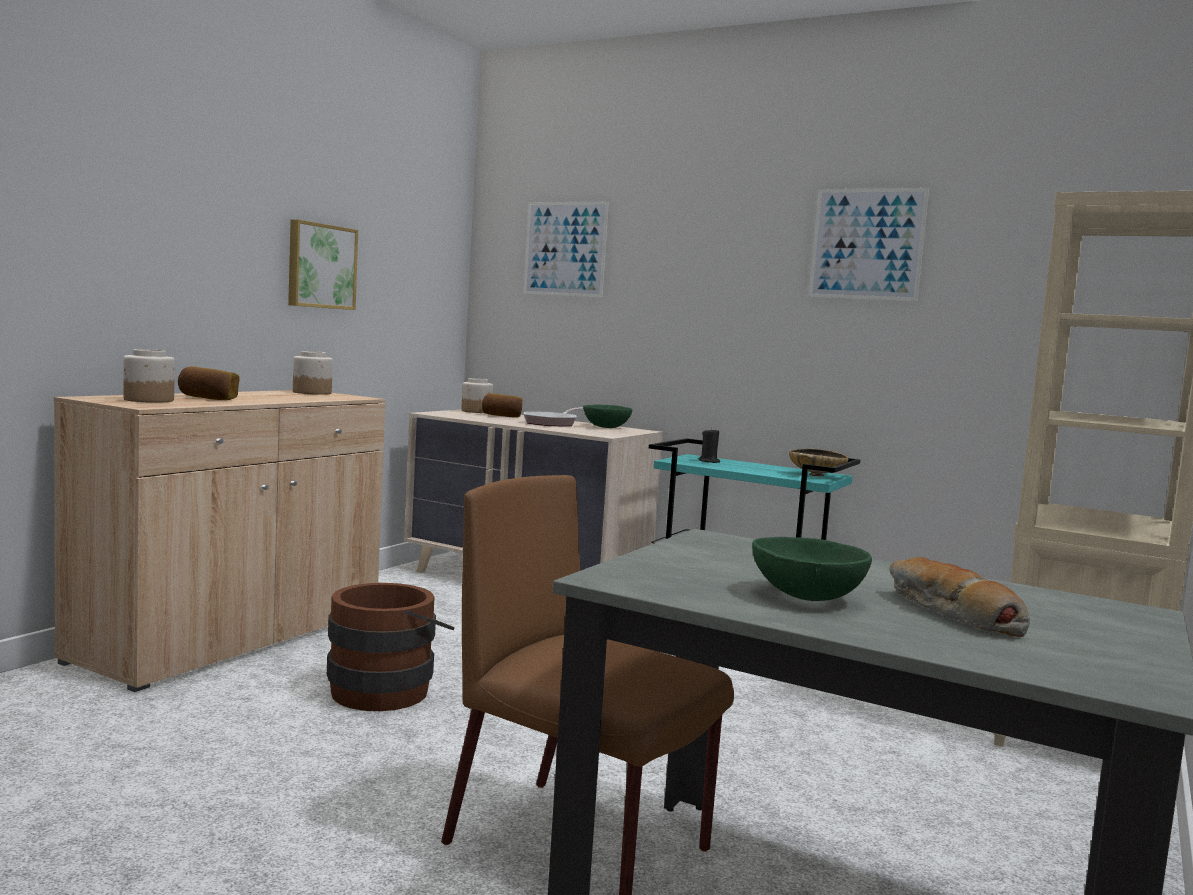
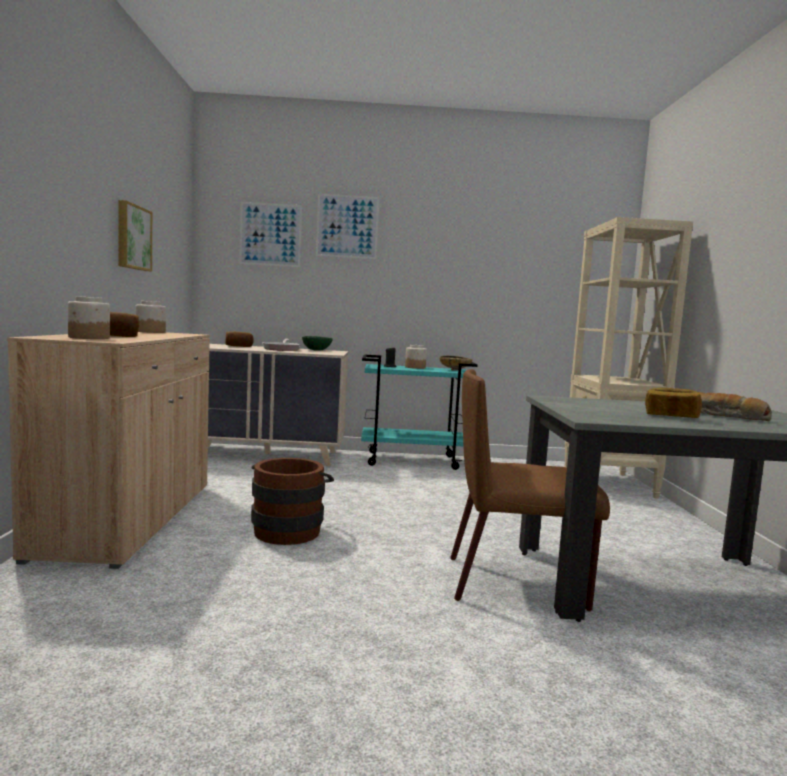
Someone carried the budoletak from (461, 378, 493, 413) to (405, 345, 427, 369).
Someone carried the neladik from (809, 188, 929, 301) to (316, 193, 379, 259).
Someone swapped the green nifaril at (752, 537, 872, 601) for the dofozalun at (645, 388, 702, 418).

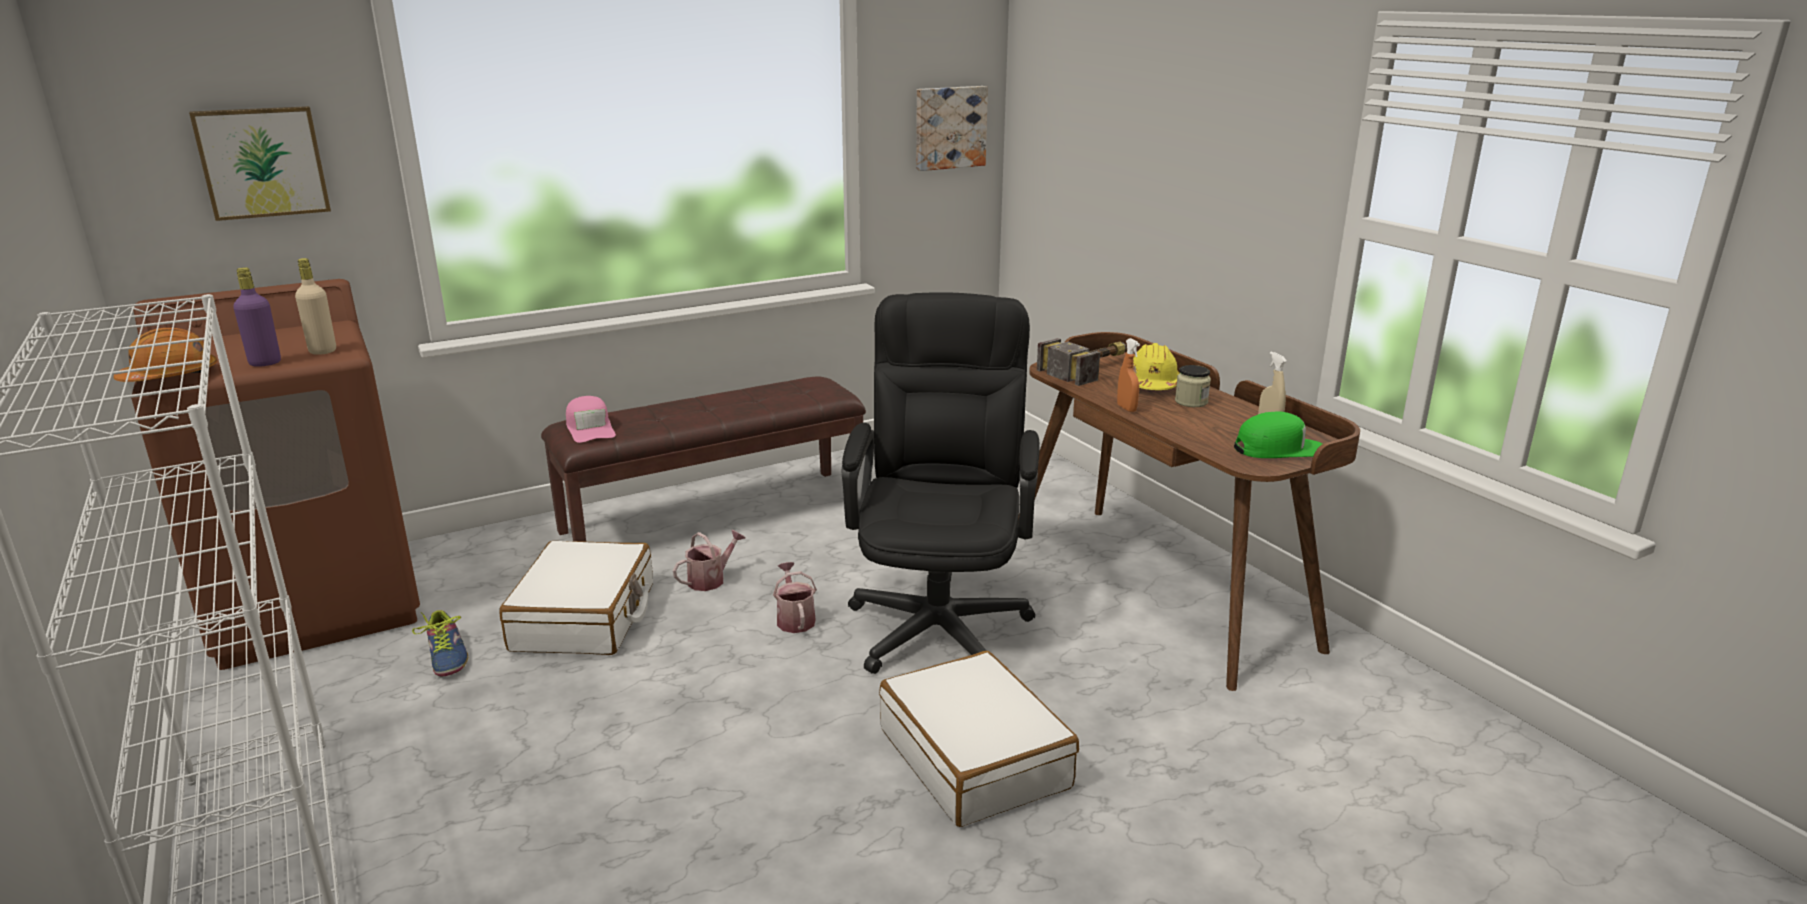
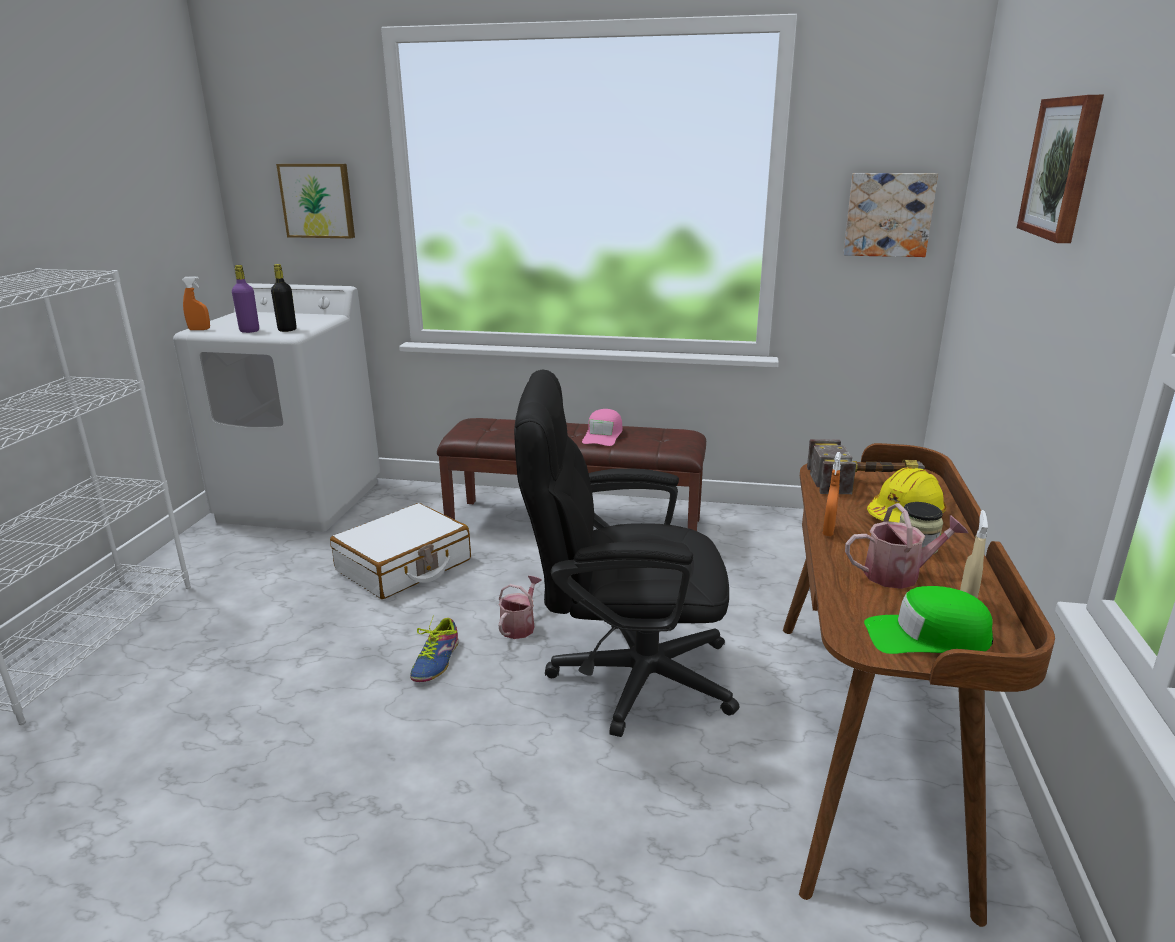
Someone took away the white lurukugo at (879, 651, 1079, 827).
Someone put up the neladik at (1017, 95, 1104, 243).
Someone carried the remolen from (412, 610, 468, 676) to (410, 615, 459, 682).
Someone carried the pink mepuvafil from (566, 396, 616, 443) to (582, 409, 622, 446).
Someone carried the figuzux from (673, 530, 746, 591) to (845, 503, 968, 589).
Someone swapped the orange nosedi at (113, 328, 217, 382) for the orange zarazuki at (182, 276, 210, 330).
Someone repainted the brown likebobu at (131, 279, 420, 670), which became the white likebobu at (173, 283, 380, 532).
Someone repainted the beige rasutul at (295, 258, 336, 355), which became the black rasutul at (271, 264, 297, 332).
Someone rotated the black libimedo at (842, 292, 1040, 674) by 135 degrees counterclockwise.
Someone rotated the green mepuvafil at (1234, 411, 1322, 458) by 150 degrees clockwise.

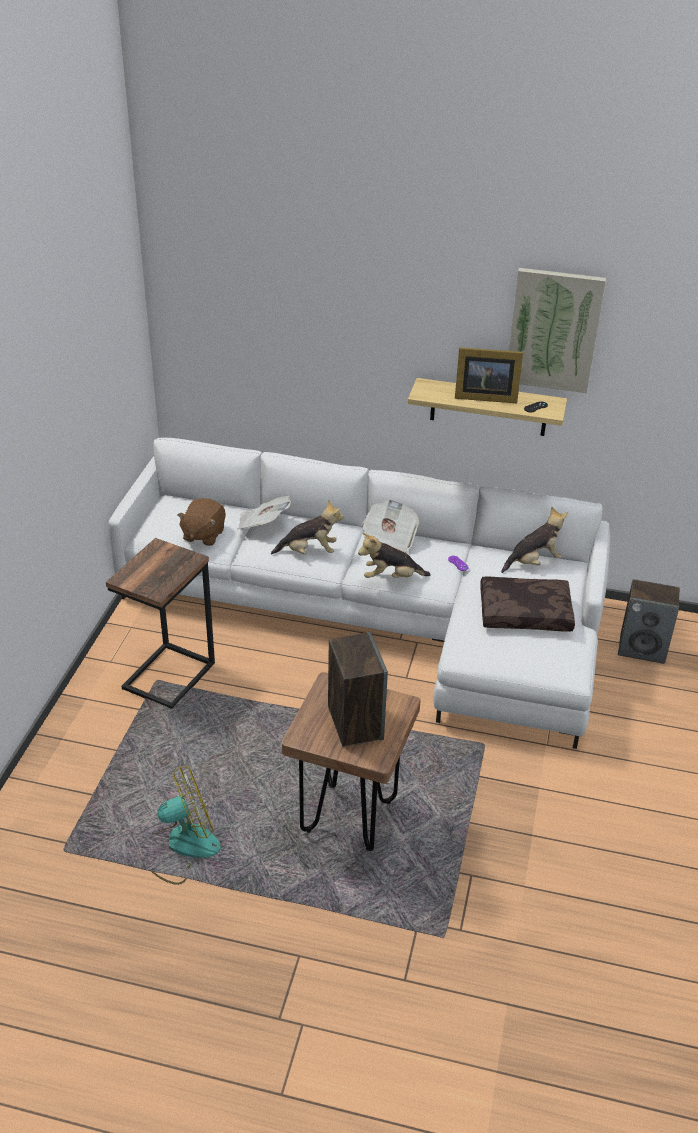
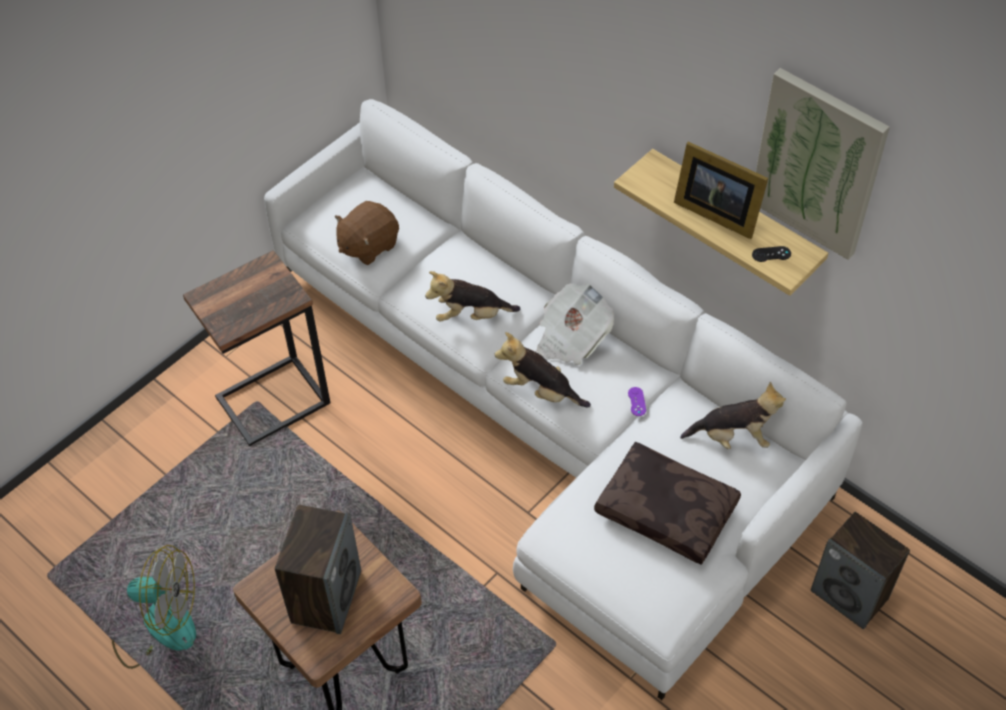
Someone took away the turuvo at (237, 496, 291, 530).
Someone rotated the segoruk at (271, 500, 344, 554) by 150 degrees clockwise.

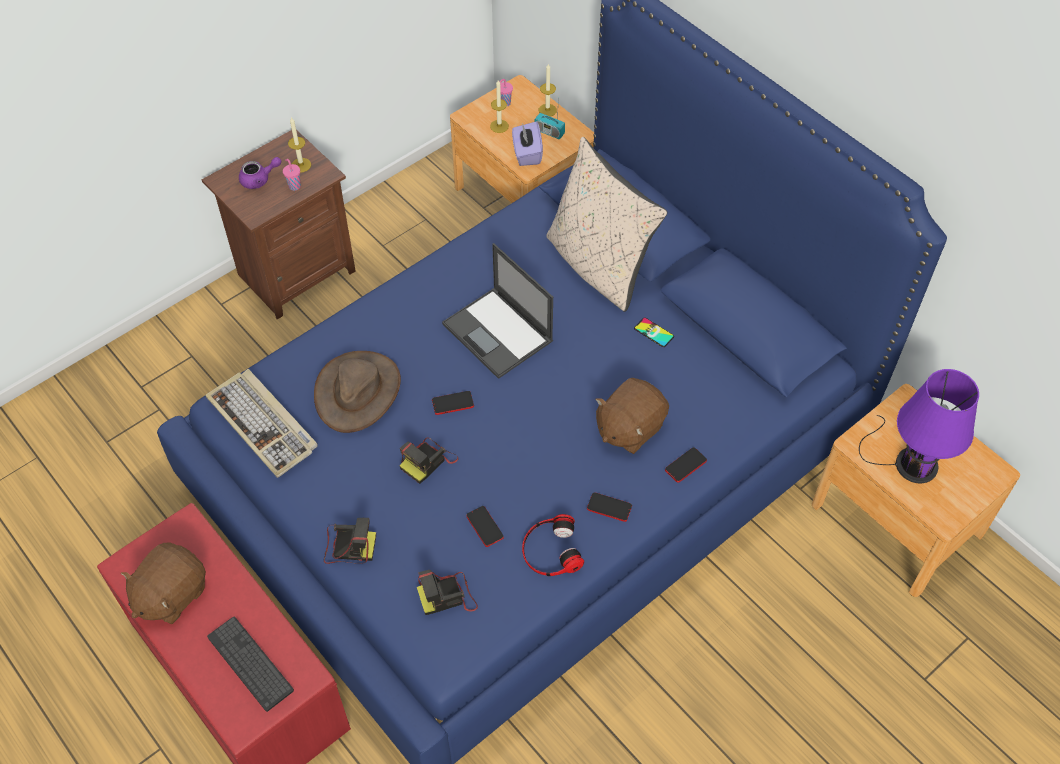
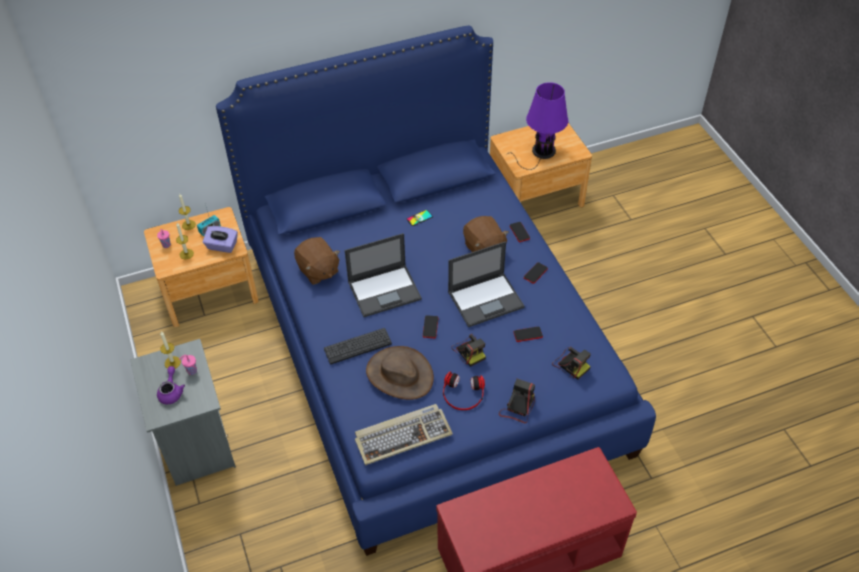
Someone took away the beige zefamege at (546, 137, 667, 312).
Someone put down the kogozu at (448, 241, 525, 327).
Someone carried the brown segoruk from (121, 542, 206, 624) to (294, 237, 340, 285).
Someone carried the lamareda from (207, 617, 294, 712) to (324, 328, 392, 364).
Someone carried the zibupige from (522, 514, 584, 576) to (443, 372, 485, 410).
Someone repainted the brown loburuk at (202, 130, 355, 319), which became the grey loburuk at (130, 339, 236, 486).
Someone rotated the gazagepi at (417, 570, 478, 615) by 45 degrees counterclockwise.

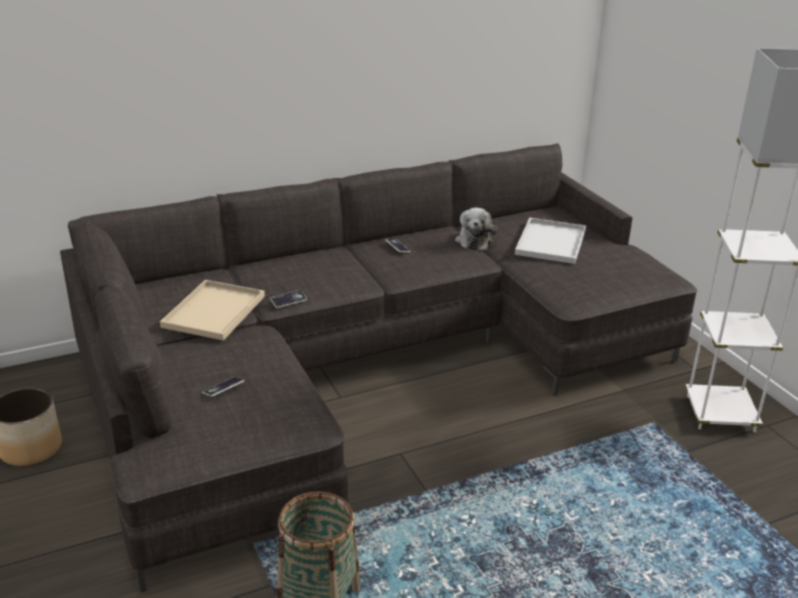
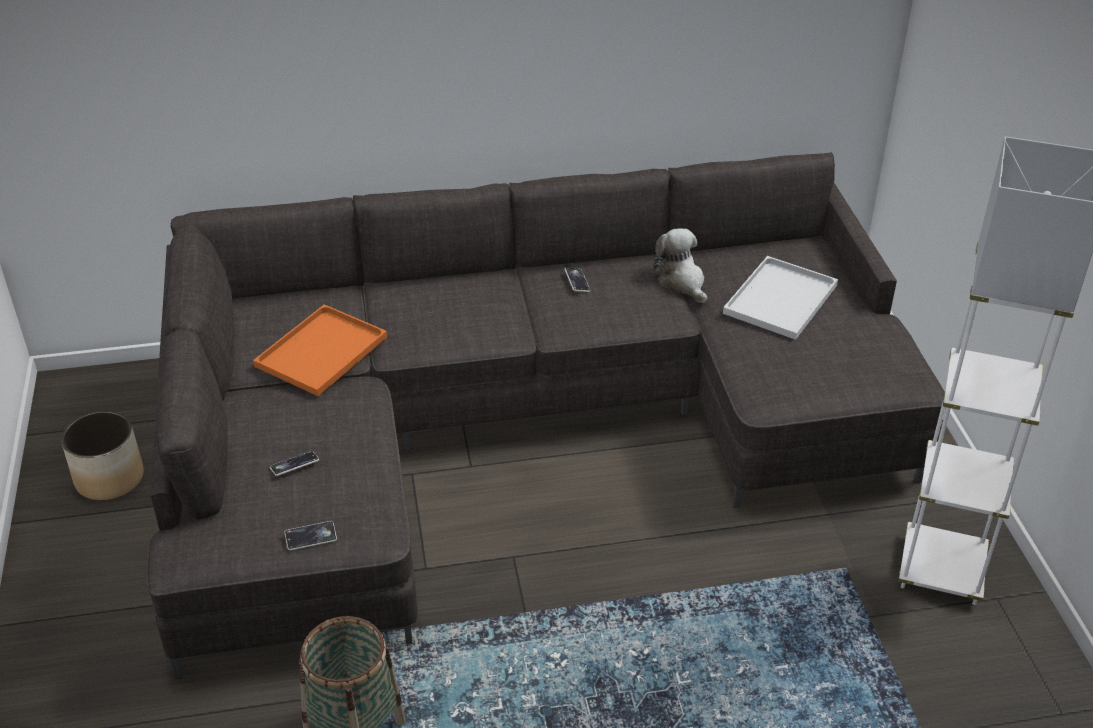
Someone carried the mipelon from (270, 290, 307, 308) to (285, 521, 337, 550).
Someone repainted the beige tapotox at (160, 280, 265, 341), which became the orange tapotox at (253, 304, 387, 396).
Someone rotated the segoruk at (455, 207, 496, 250) by 135 degrees clockwise.

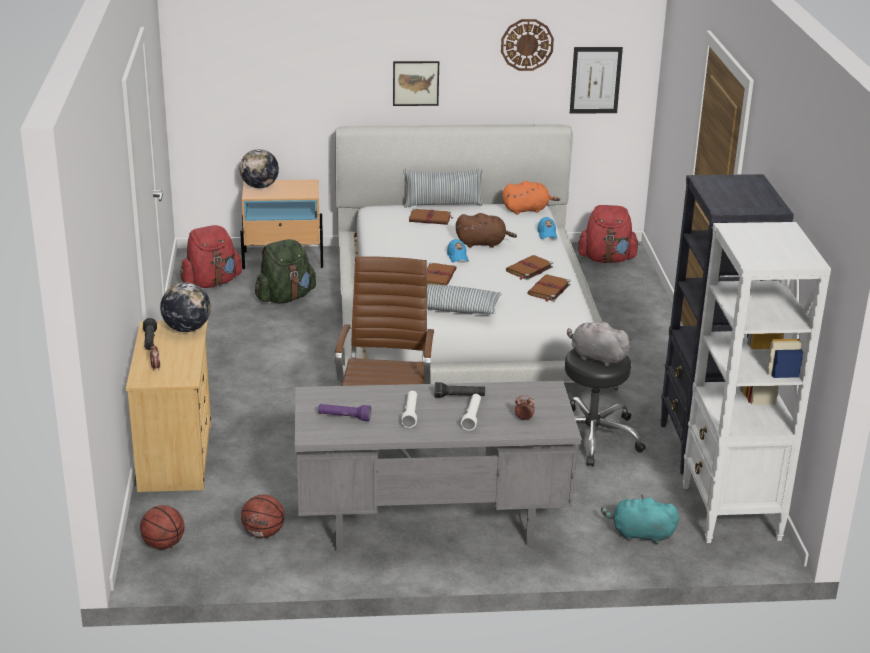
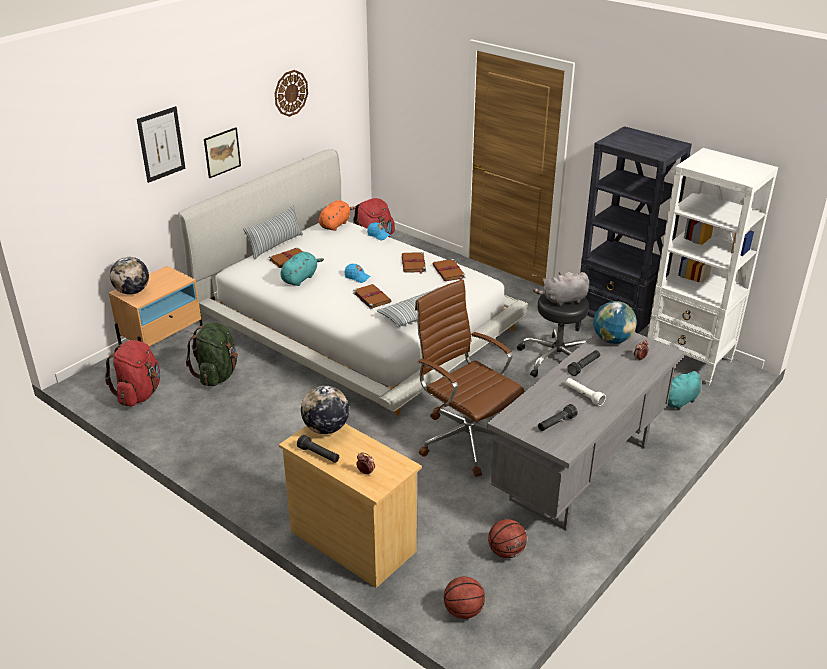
Someone took away the brown segoruk at (456, 213, 517, 248).
Someone took away the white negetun at (461, 394, 481, 431).
Someone put down the turquoise segoruk at (281, 252, 324, 286).
Someone put down the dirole at (593, 301, 637, 344).
Someone carried the neladik from (570, 47, 623, 114) to (137, 106, 185, 183).
Someone repainted the purple negetun at (318, 404, 371, 421), which became the black negetun at (538, 404, 578, 431).

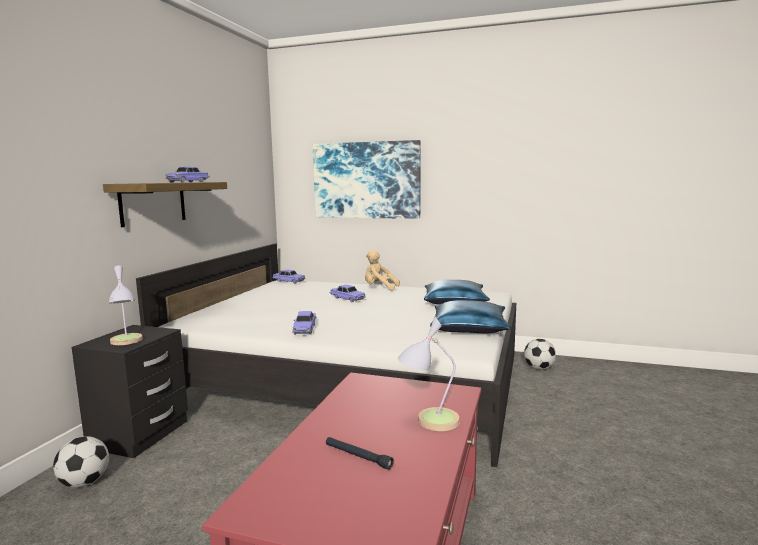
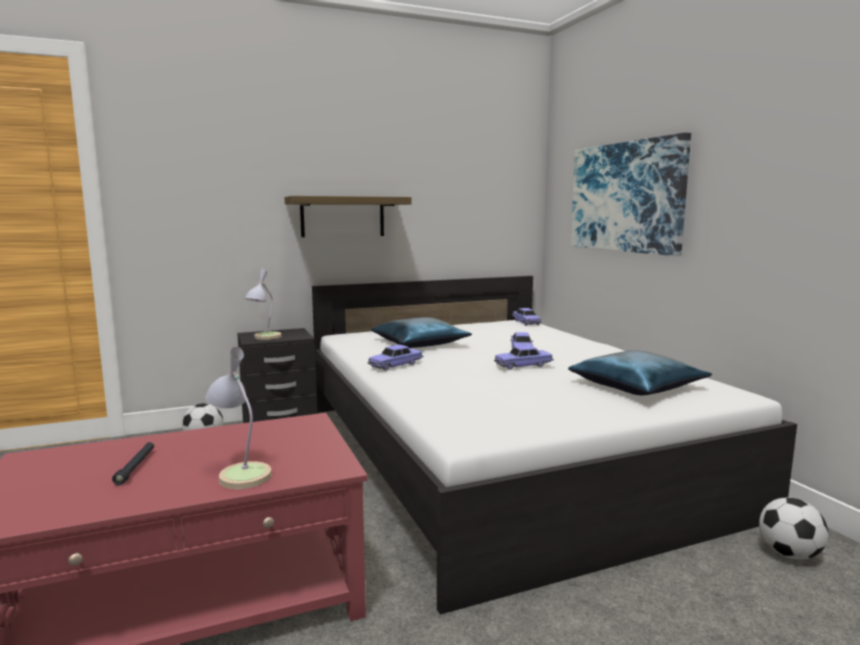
Someone took away the beige segoruk at (365, 250, 400, 290).
Someone carried the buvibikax from (165, 167, 210, 183) to (494, 345, 554, 370).
Someone carried the blue zefamege from (430, 300, 511, 334) to (371, 317, 472, 348).

